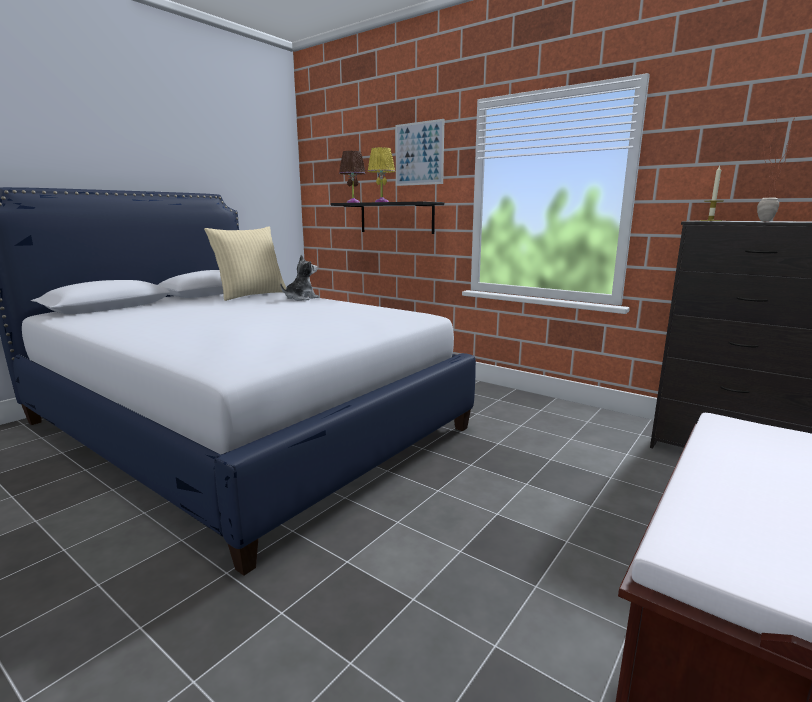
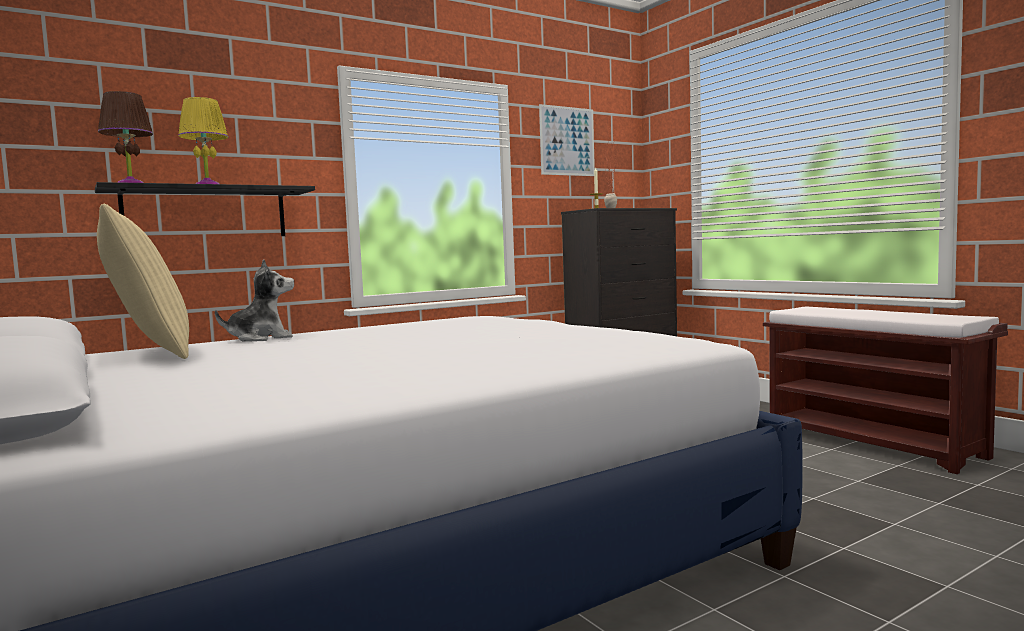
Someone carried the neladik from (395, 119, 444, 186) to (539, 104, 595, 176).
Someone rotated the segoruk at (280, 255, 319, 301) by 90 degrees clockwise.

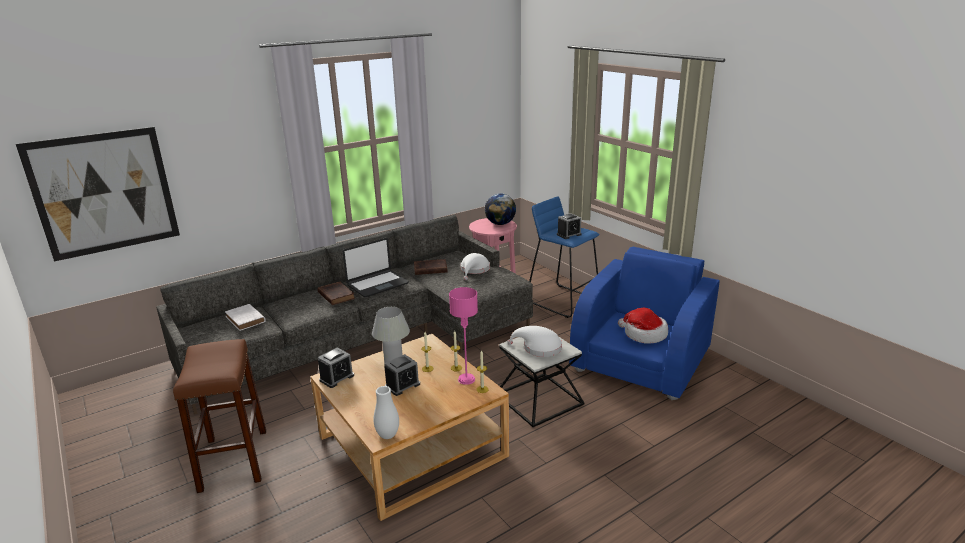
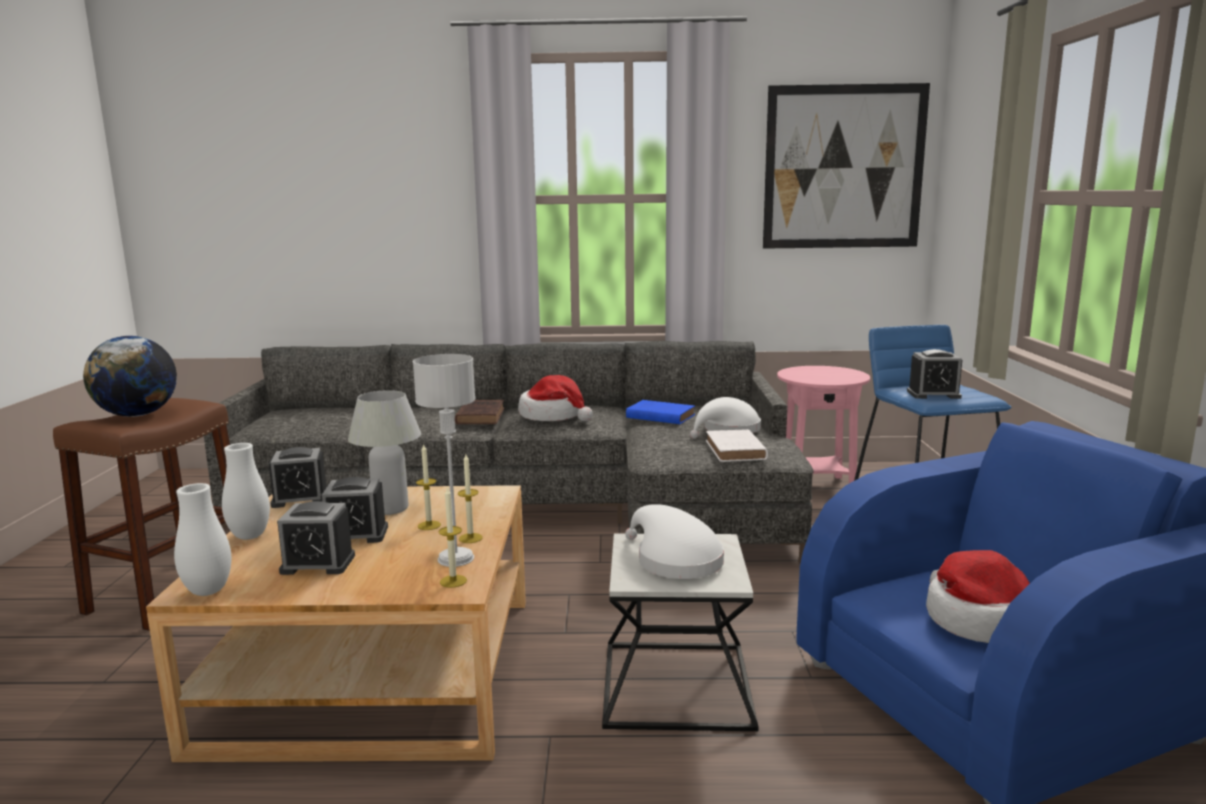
Someone put down the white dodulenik at (222, 443, 270, 540).
Someone put down the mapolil at (277, 501, 355, 575).
Someone carried the neladik from (16, 127, 180, 261) to (763, 83, 930, 249).
Someone carried the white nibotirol from (225, 304, 266, 331) to (706, 429, 768, 462).
Someone carried the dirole from (485, 194, 516, 225) to (83, 336, 177, 417).
Someone swapped the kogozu at (343, 238, 409, 297) for the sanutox at (518, 375, 593, 421).
Someone repainted the brown nibotirol at (414, 259, 448, 275), which became the blue nibotirol at (626, 400, 695, 424).
Someone repainted the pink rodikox at (449, 287, 478, 385), which became the grey rodikox at (413, 354, 475, 567).

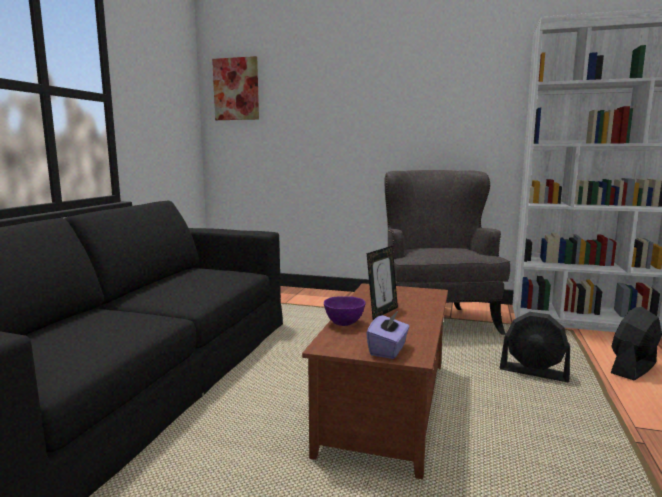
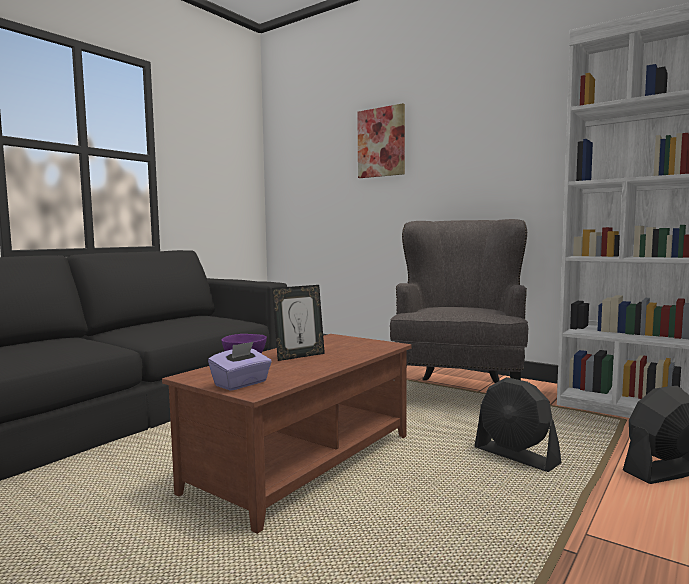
Someone carried the neladik from (212, 56, 259, 120) to (357, 103, 405, 178).

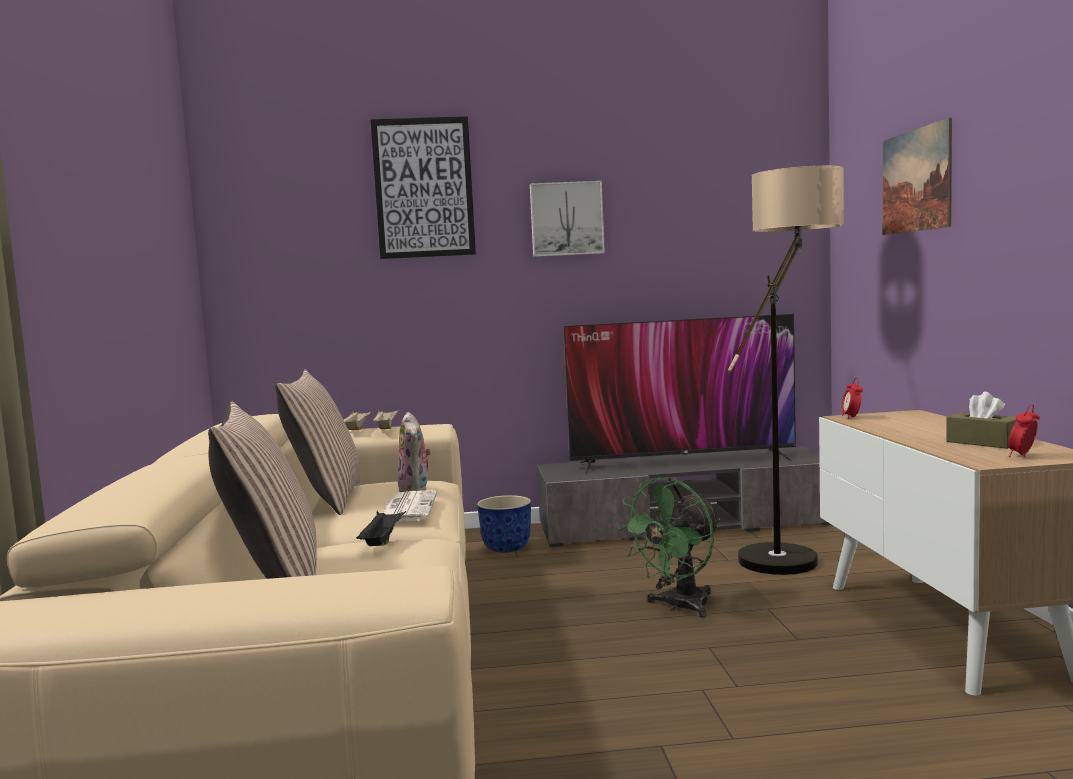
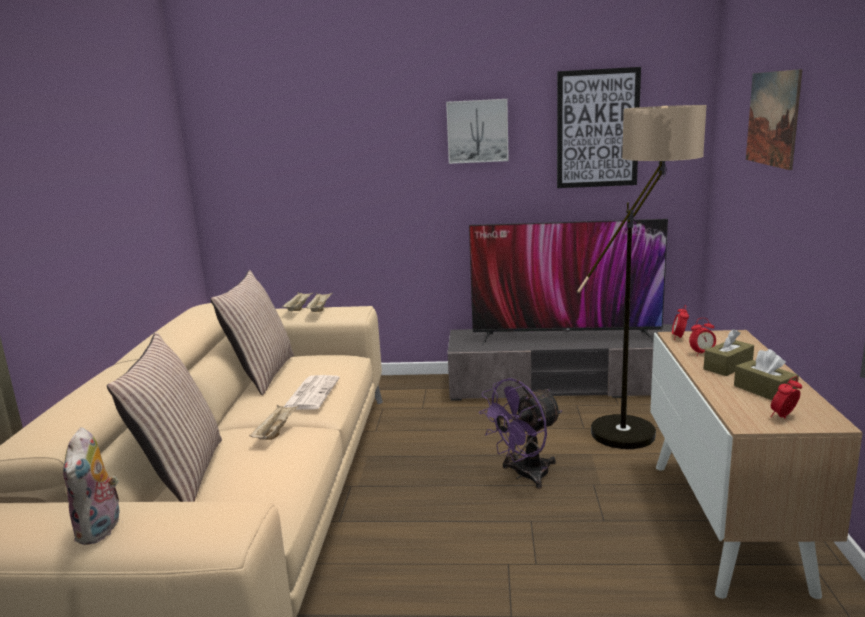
Someone took away the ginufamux at (477, 495, 531, 553).
Someone put down the mapolil at (689, 318, 716, 356).
Someone put down the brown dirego at (704, 329, 754, 376).
Someone carried the neladik from (370, 116, 476, 259) to (557, 67, 641, 188).
Someone carried the segoruk from (397, 412, 431, 492) to (63, 427, 119, 545).
Someone repainted the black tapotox at (356, 511, 406, 546), which became the beige tapotox at (249, 405, 299, 440).
Someone repainted the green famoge at (618, 477, 721, 618), which became the purple famoge at (479, 378, 562, 489).

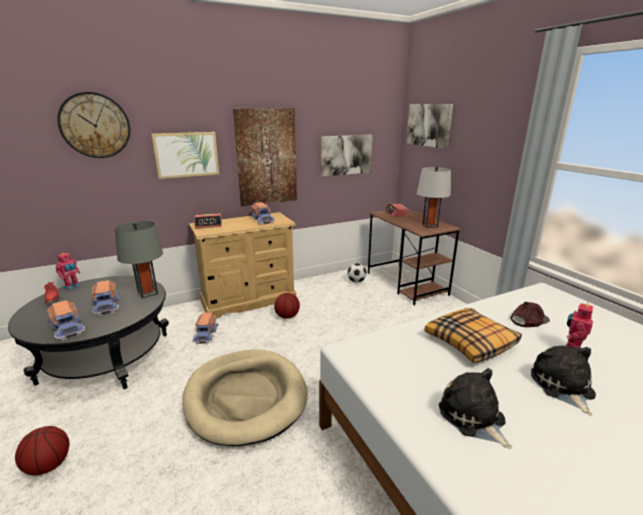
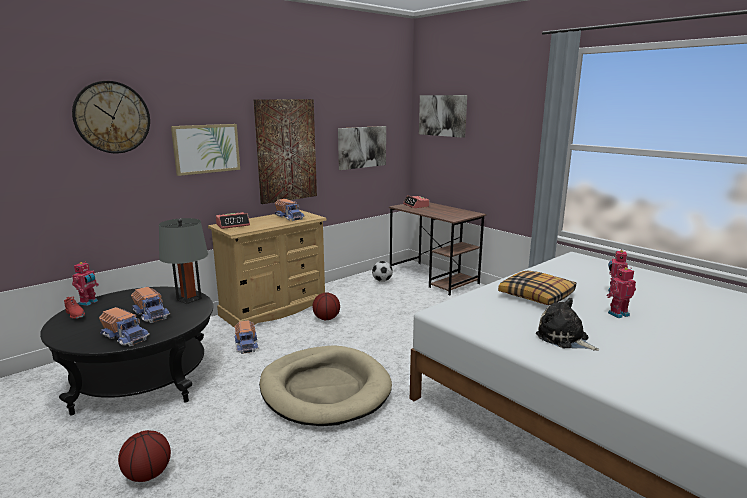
Someone took away the grey rodikox at (417, 166, 451, 228).
Someone took away the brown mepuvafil at (510, 302, 550, 327).
Someone swapped the segoruk at (531, 345, 596, 416) for the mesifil at (606, 267, 636, 318).

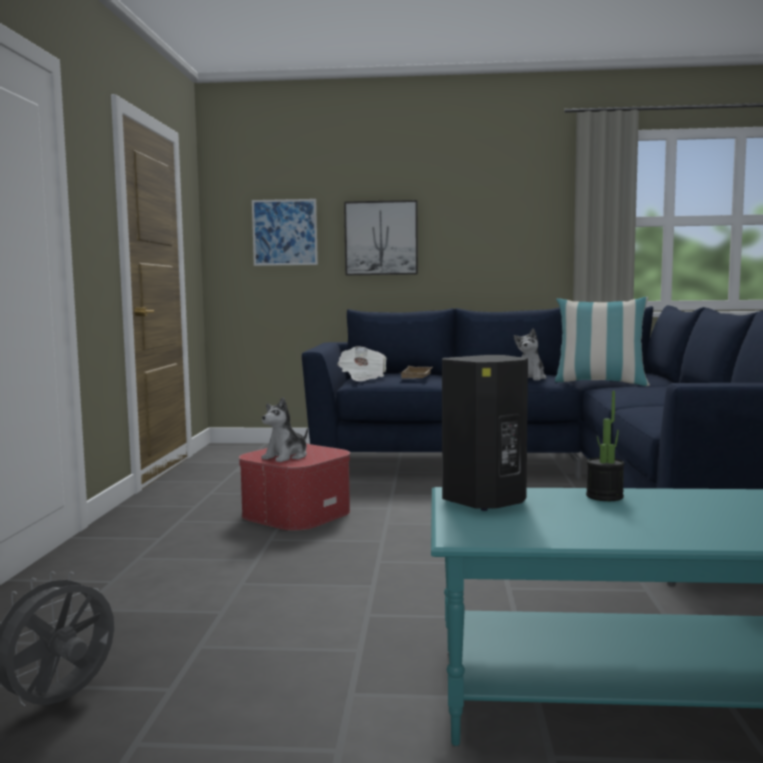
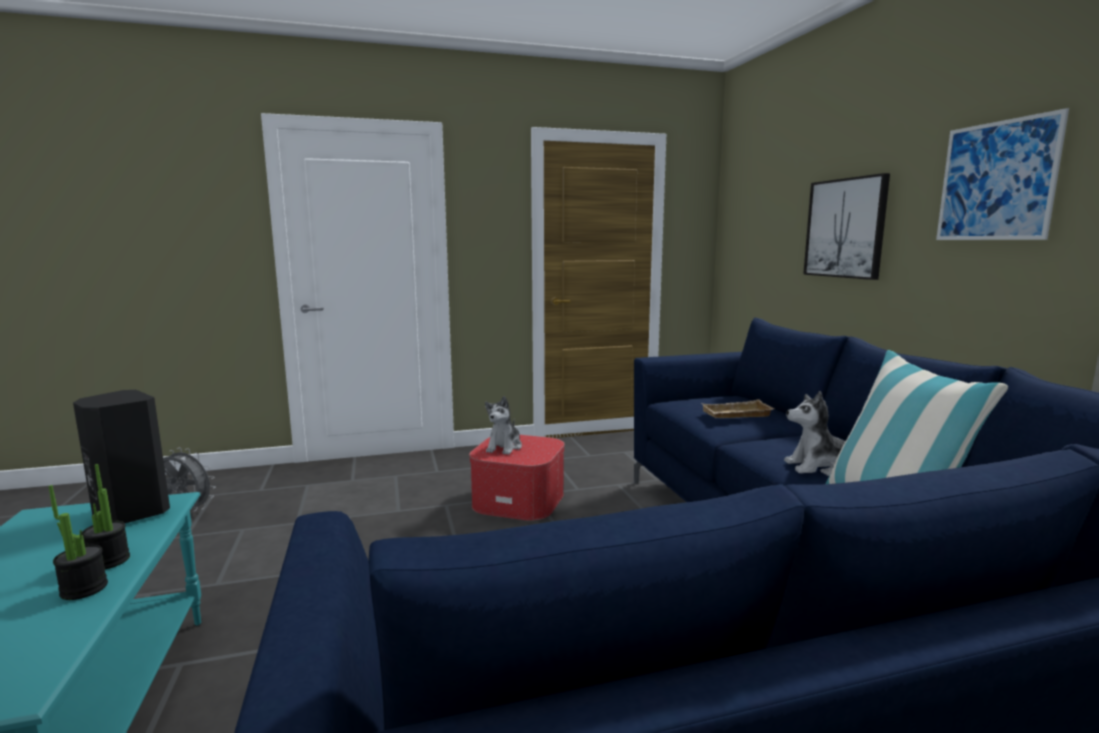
Someone took away the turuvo at (337, 346, 387, 381).
Someone put down the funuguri at (49, 485, 108, 600).
Someone carried the neladik from (252, 199, 318, 266) to (936, 108, 1069, 240).
Someone rotated the segoruk at (262, 397, 308, 462) by 90 degrees counterclockwise.

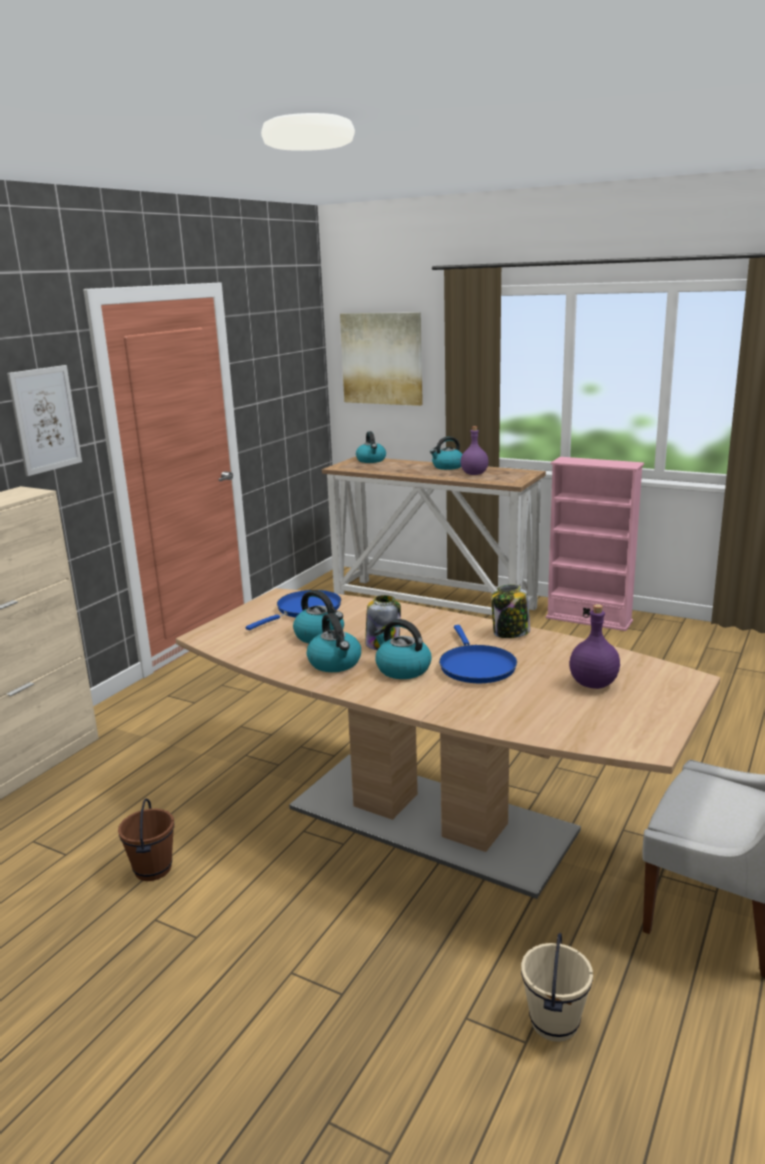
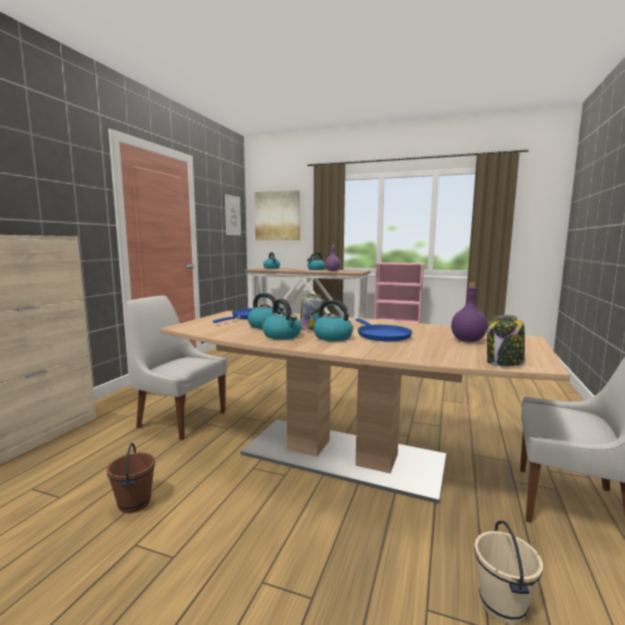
Someone put down the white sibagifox at (125, 295, 227, 440).
Someone carried the neladik from (7, 365, 82, 476) to (225, 194, 241, 236).
Someone carried the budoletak from (491, 585, 530, 638) to (487, 315, 525, 366).

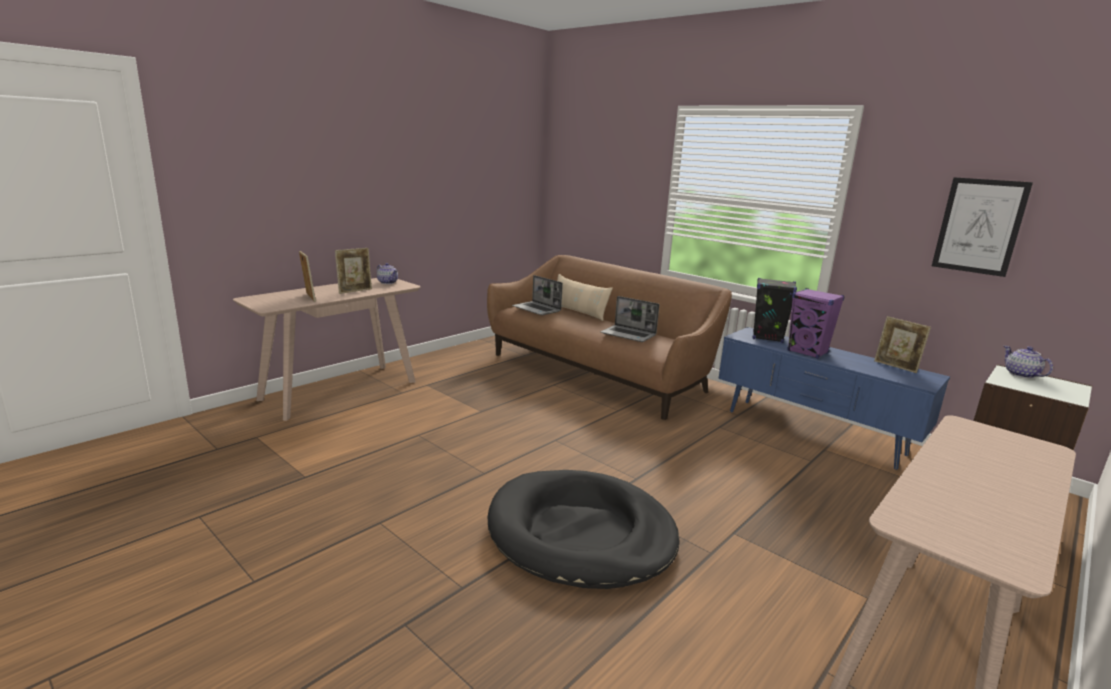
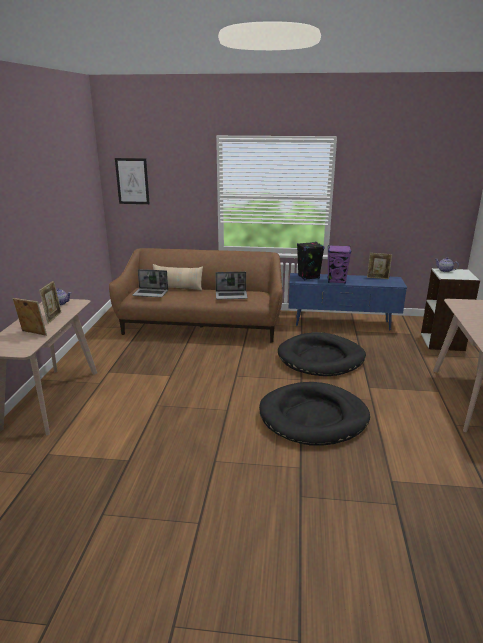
Someone put down the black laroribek at (278, 332, 366, 376).
Someone carried the neladik from (932, 177, 1033, 277) to (115, 158, 150, 204).

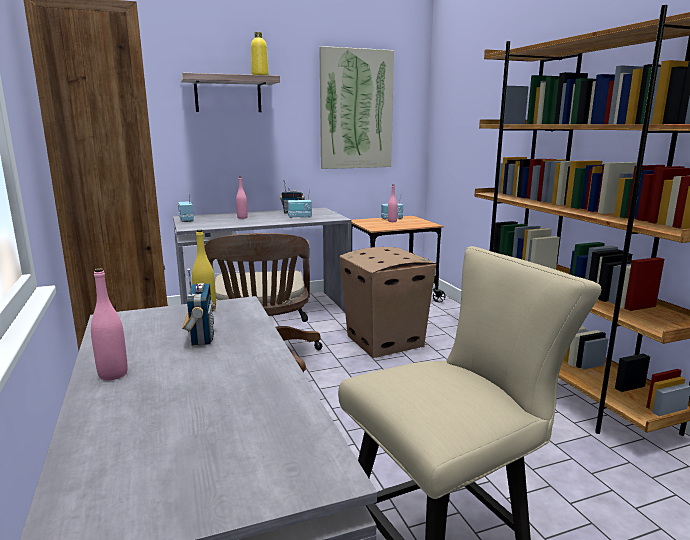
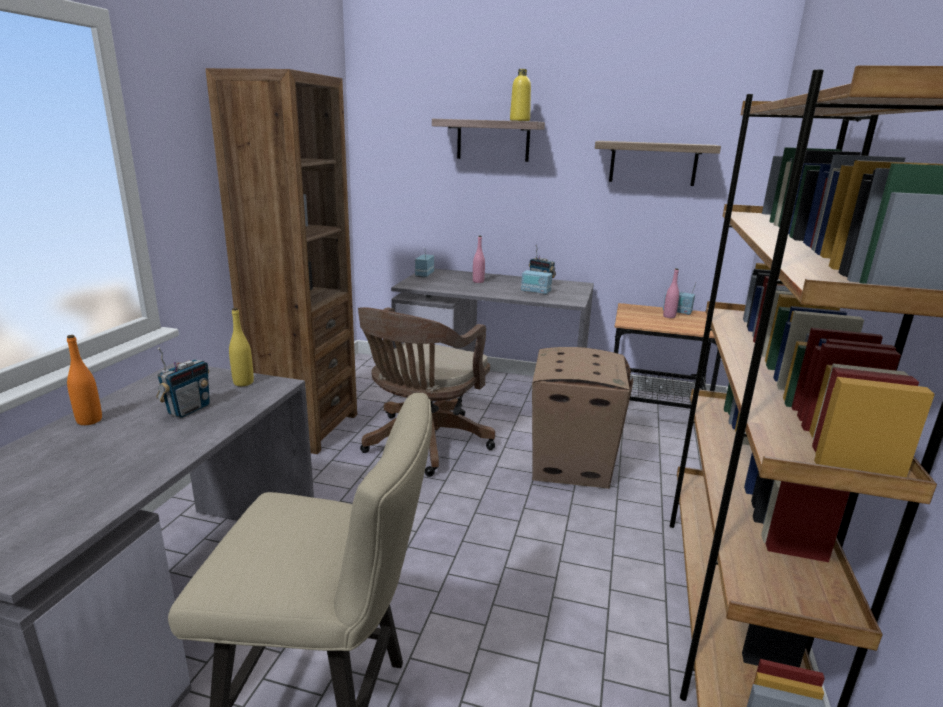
Someone swapped the neladik at (319, 46, 394, 169) for the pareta at (595, 141, 721, 186).
Someone repainted the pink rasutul at (91, 268, 128, 380), which became the orange rasutul at (67, 335, 102, 425).

